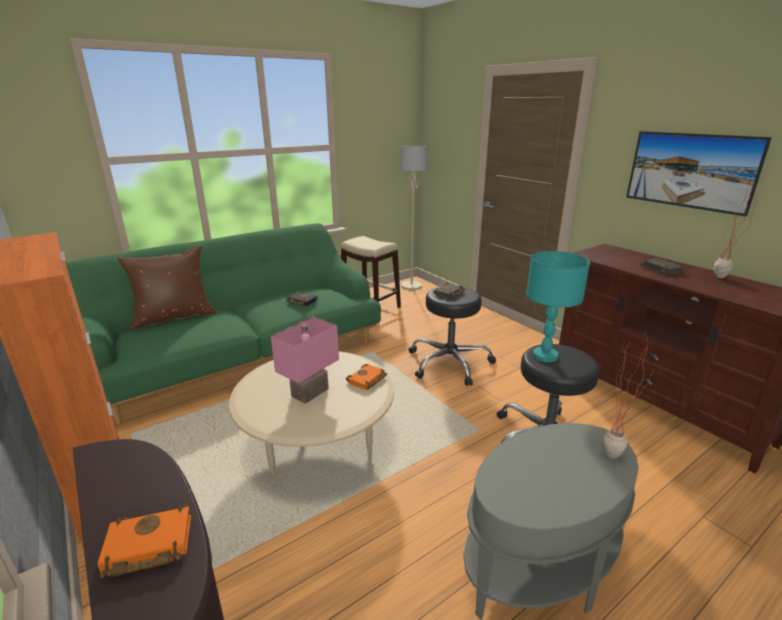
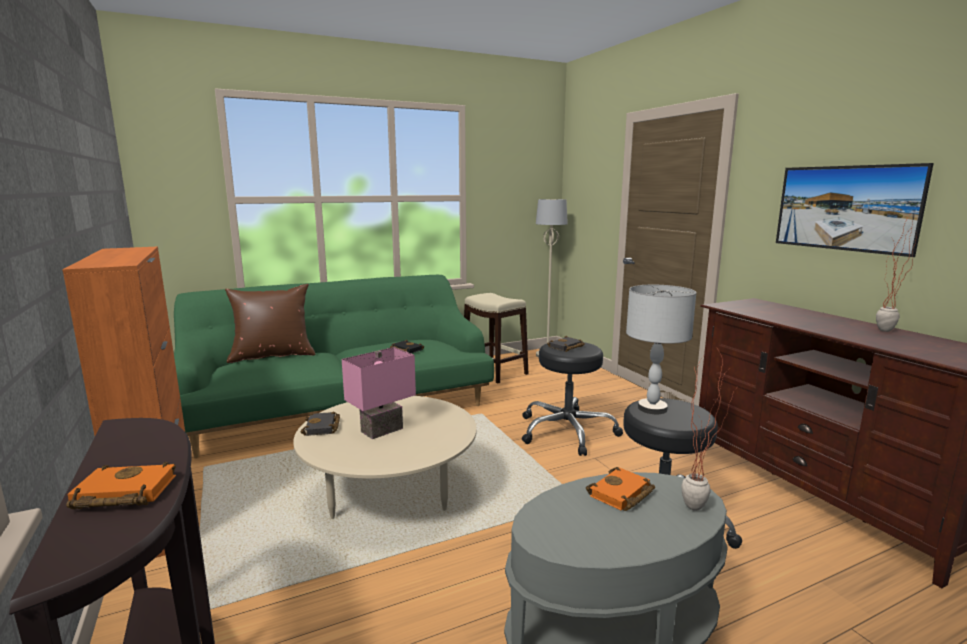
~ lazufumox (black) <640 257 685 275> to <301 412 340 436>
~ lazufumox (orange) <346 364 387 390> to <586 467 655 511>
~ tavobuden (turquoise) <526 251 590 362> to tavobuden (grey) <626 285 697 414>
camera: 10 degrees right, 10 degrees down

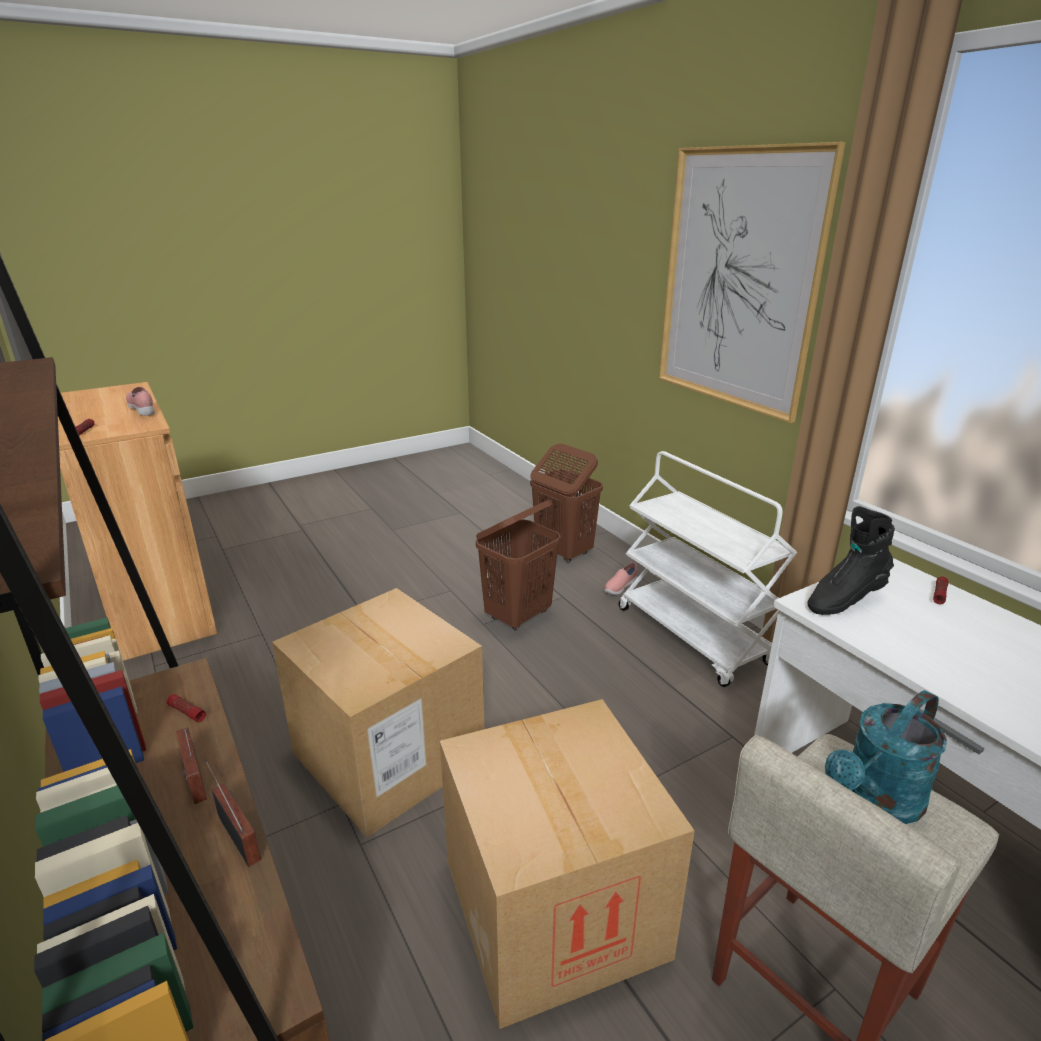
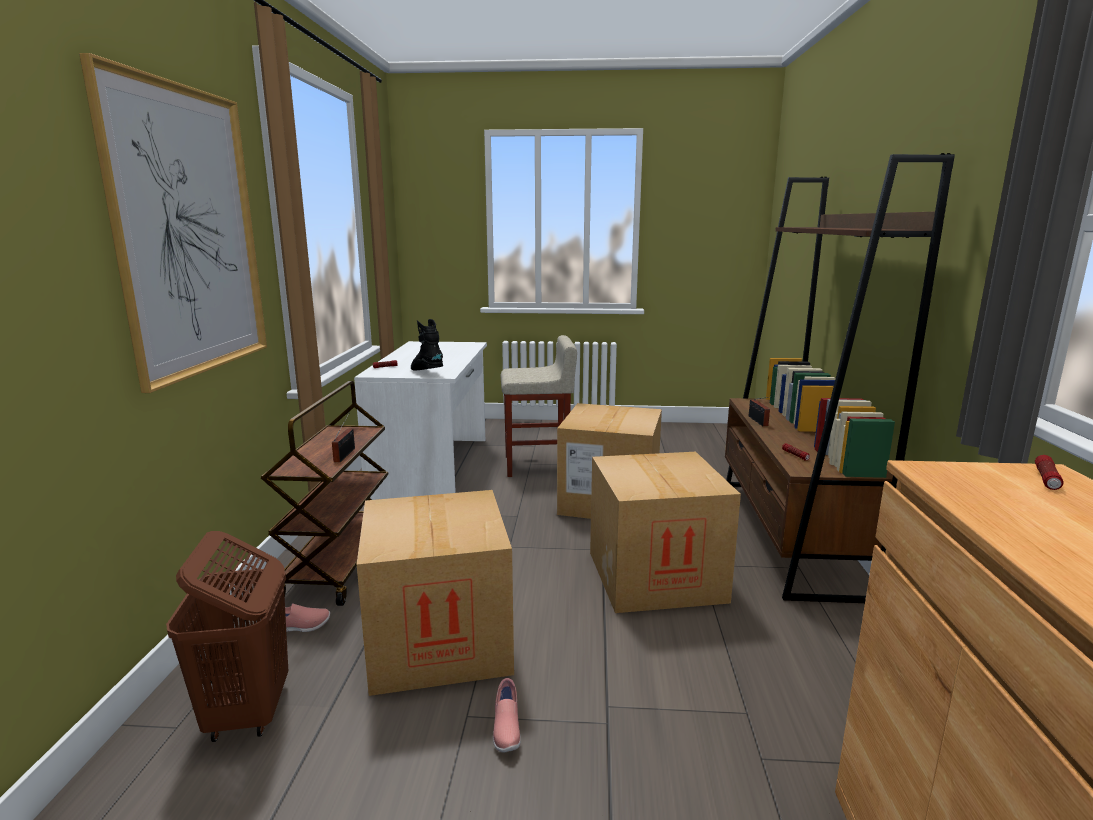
~ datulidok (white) <619 451 797 687> to datulidok (brown) <261 381 389 606>
~ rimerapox <176 727 207 804> to <332 413 355 462>
~ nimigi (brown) <476 500 561 631> to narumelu <357 490 514 696>
~ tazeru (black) <807 506 895 615> = <411 319 443 371> 135 degrees counterclockwise
~ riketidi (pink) <126 387 155 416> to <493 678 521 753>
- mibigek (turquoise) <825 690 947 824>
camera: 145 degrees left, 10 degrees down

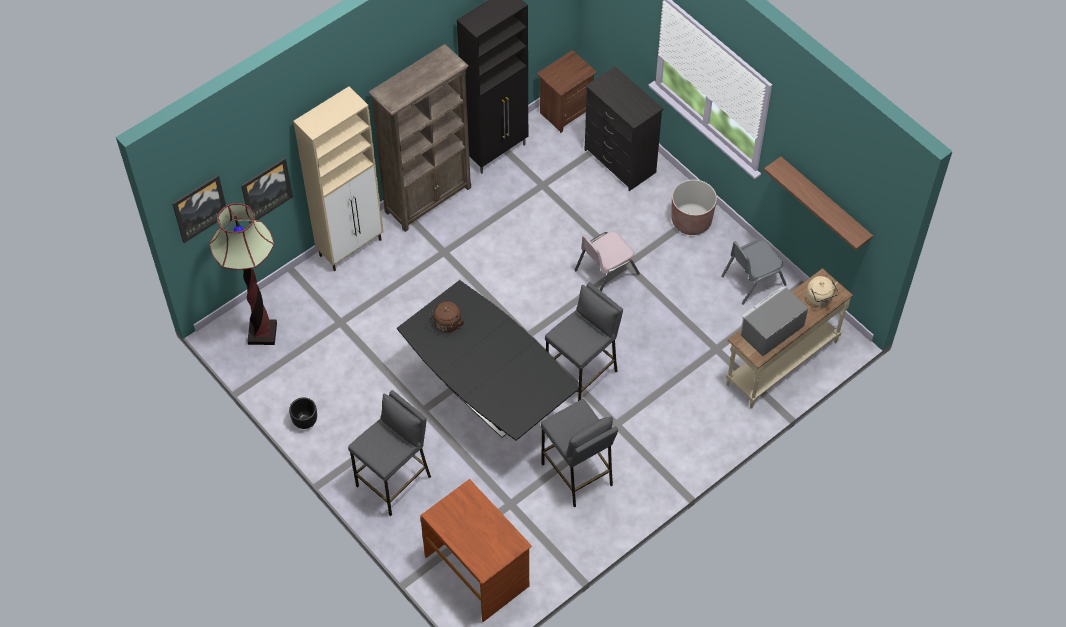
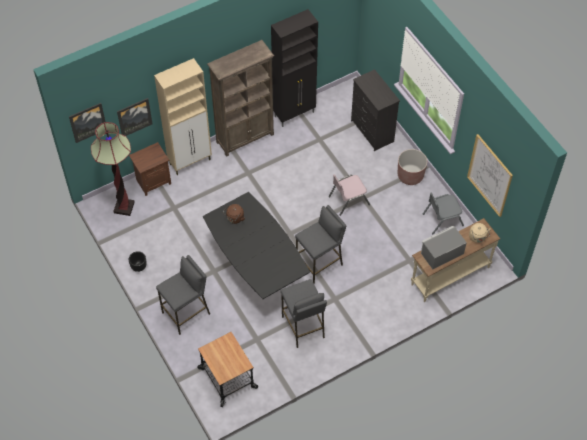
~ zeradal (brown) <537 50 597 133> to <129 142 171 196>
~ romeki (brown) <420 479 532 622> to datulidok <197 332 258 407>
~ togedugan <764 156 873 250> to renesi <467 134 513 217>
camera: 10 degrees right, 0 degrees up

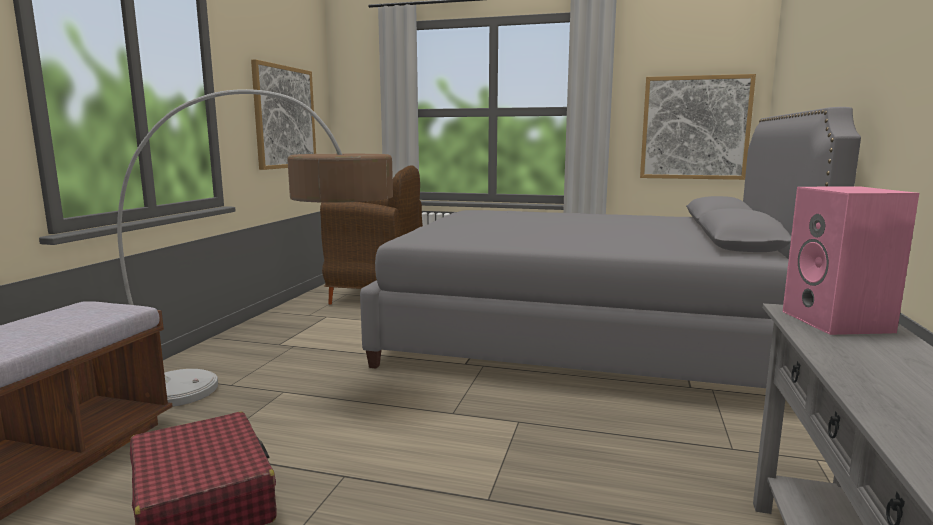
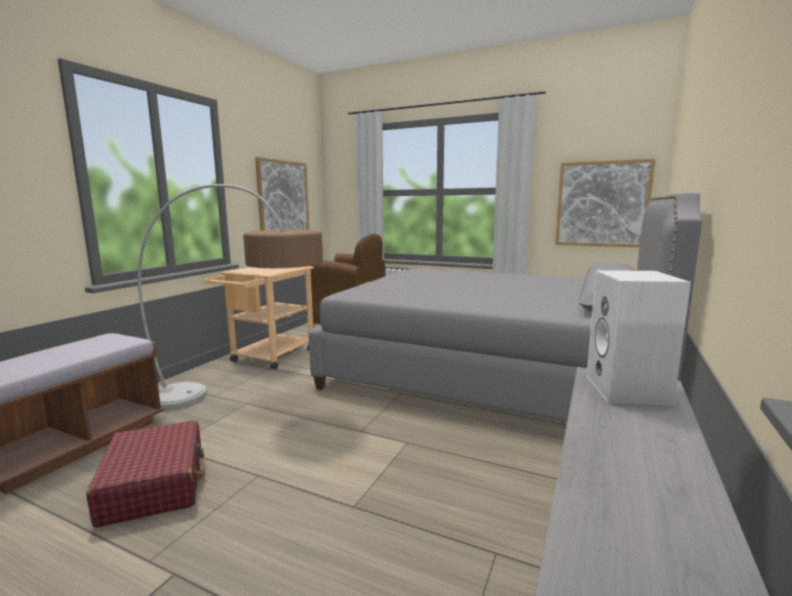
+ datulidok (beige) <205 266 314 369>
~ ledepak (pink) <782 186 919 335> to ledepak (white) <586 270 691 406>
camera: 10 degrees right, 0 degrees up

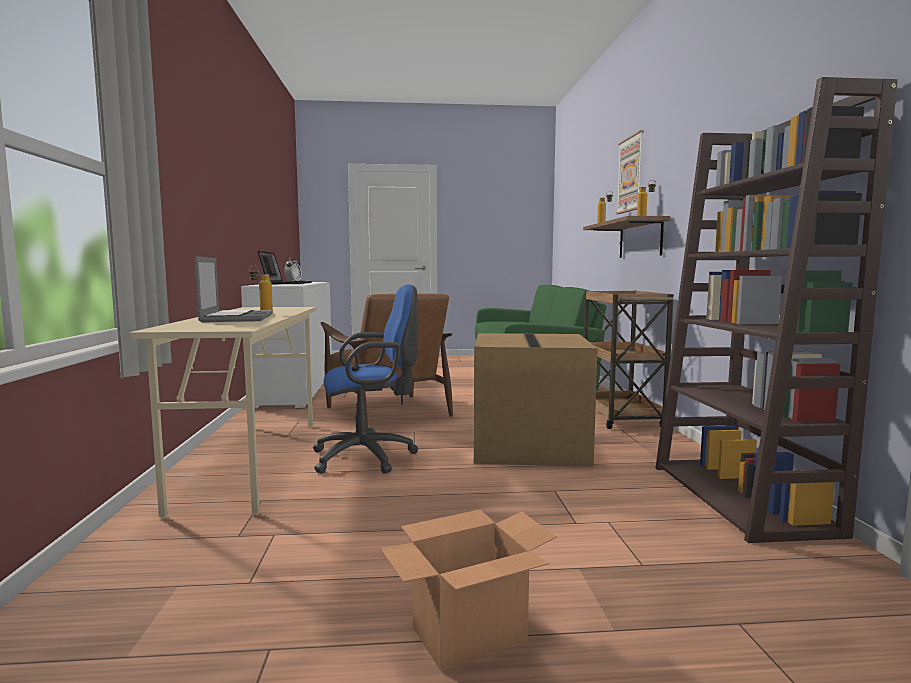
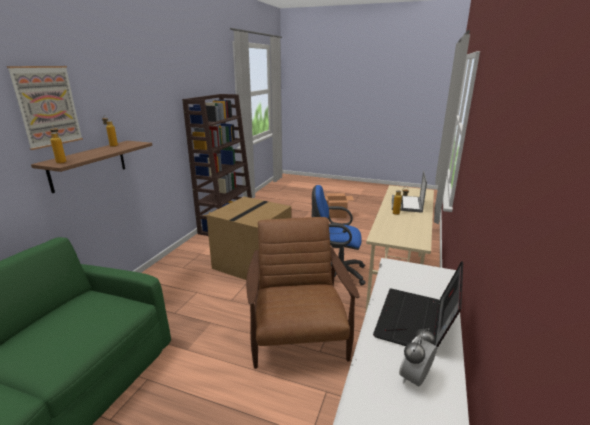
- datulidok (brown) <584 291 674 429>
camera: 155 degrees left, 15 degrees up

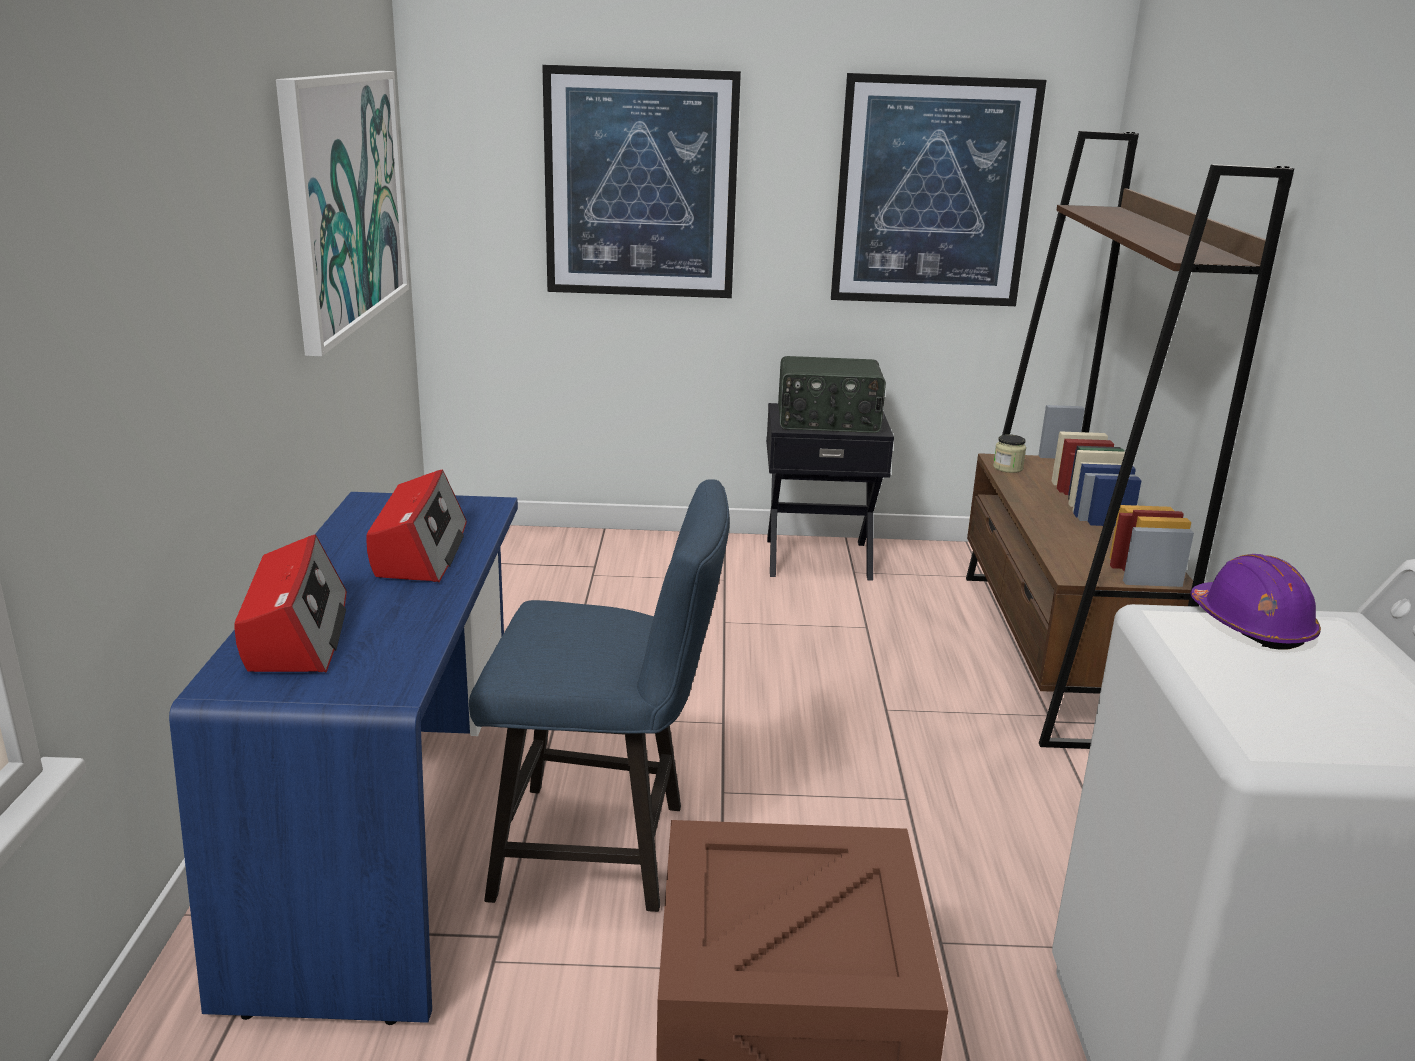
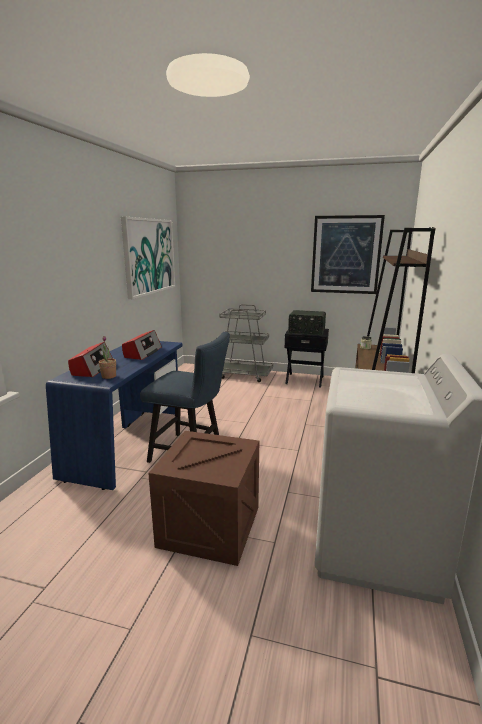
+ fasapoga <99 336 116 379>
+ datulidok (grey) <216 304 273 382>
- renesi <542 65 741 298>
- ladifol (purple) <1191 554 1321 649>
camera: 15 degrees right, 5 degrees down

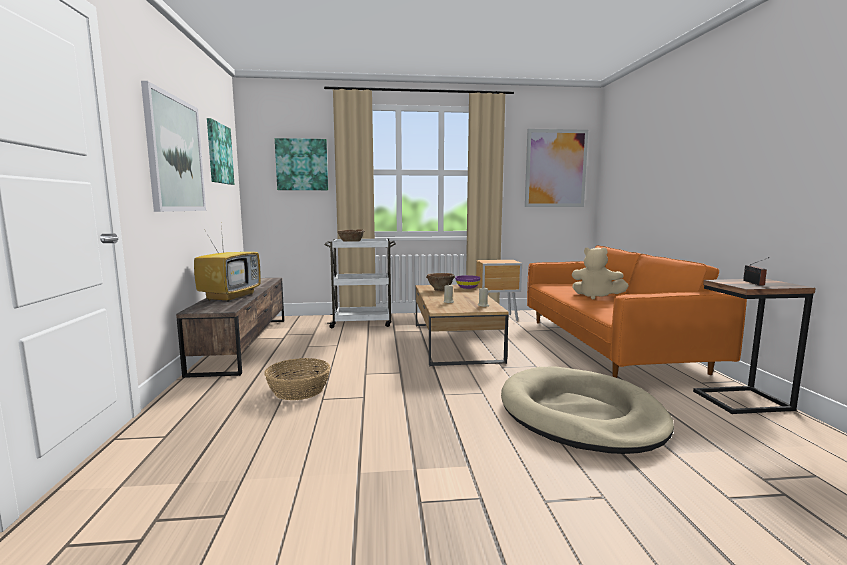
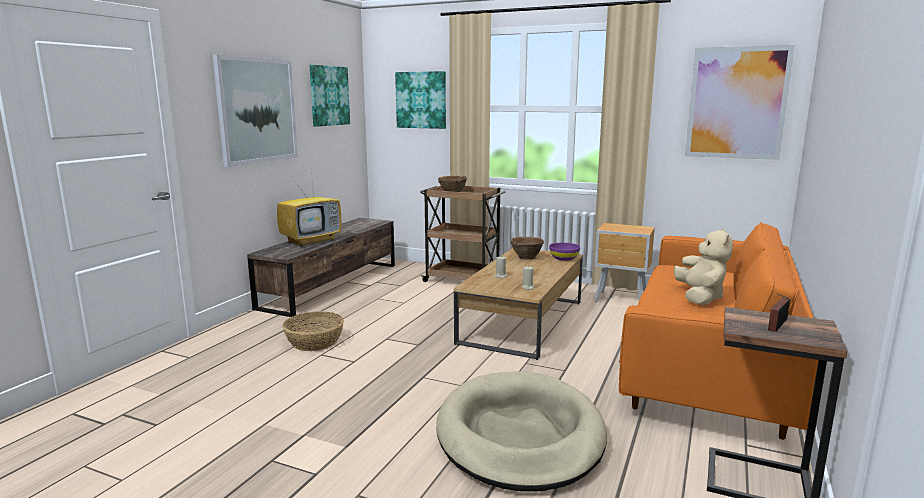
~ datulidok (white) <324 239 396 328> to datulidok (brown) <420 186 505 282>
~ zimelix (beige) <572 247 629 299> = <674 228 733 305> 150 degrees counterclockwise
camera: 30 degrees right, 5 degrees up

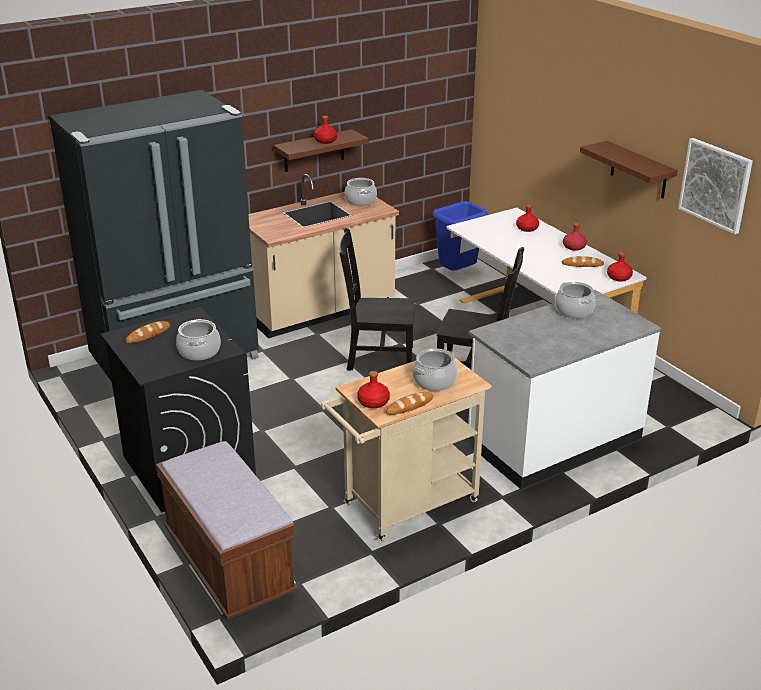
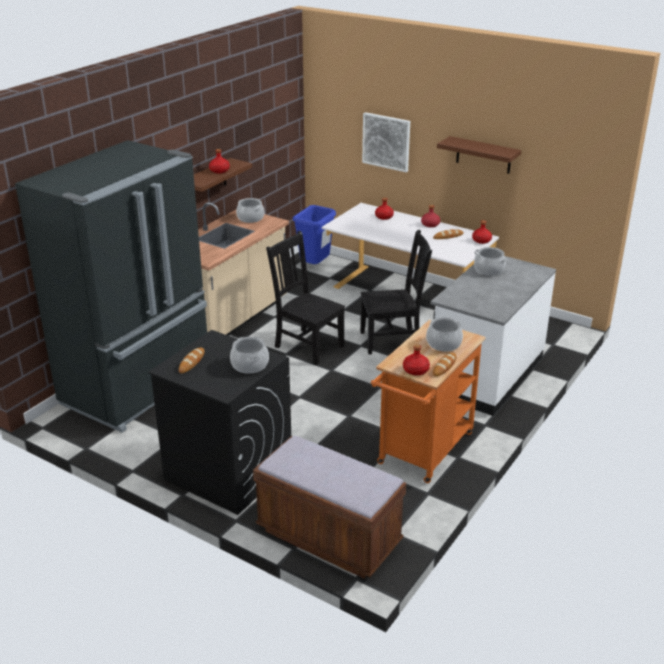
~ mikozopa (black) <339 228 414 371> = <266 231 345 365> 60 degrees clockwise
~ renesi <678 138 753 234> to <362 112 410 172>
~ datulidok (beige) <321 357 492 541> to datulidok (orange) <371 320 486 483>
camera: 25 degrees left, 0 degrees up

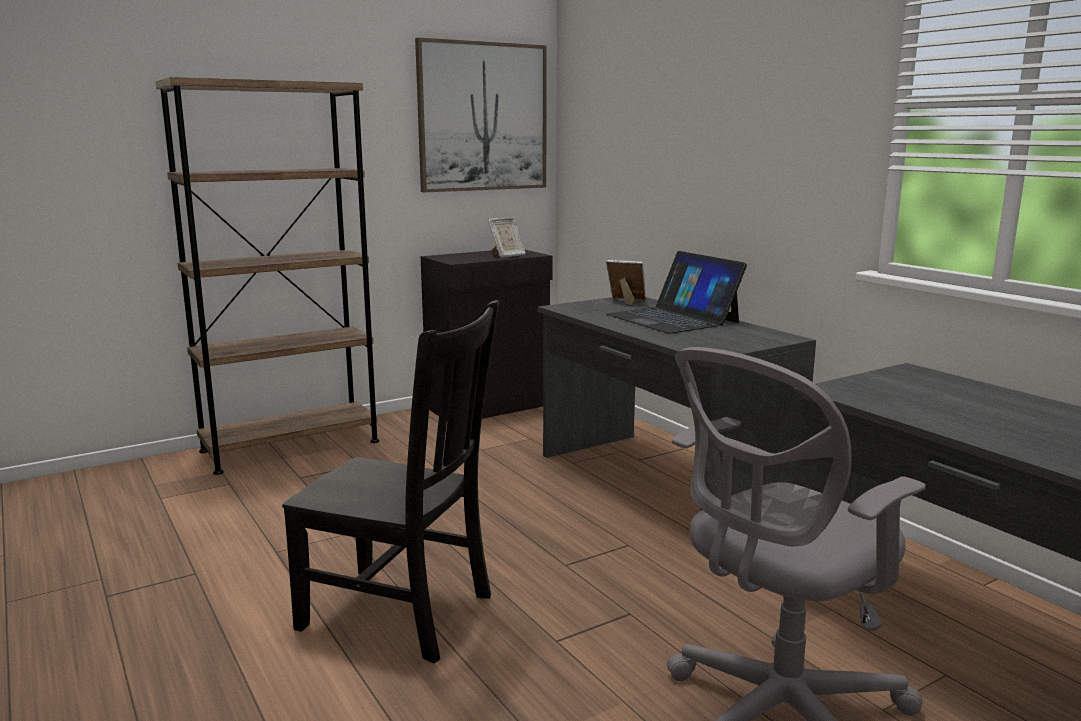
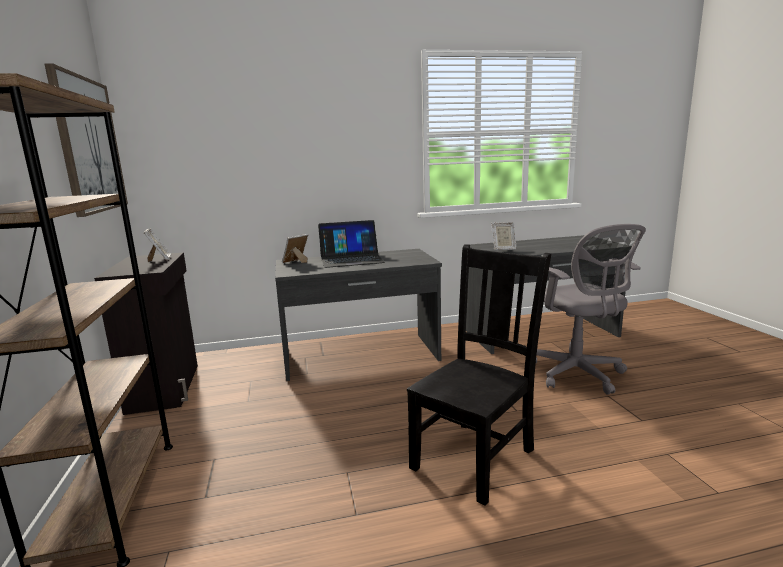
+ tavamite <491 222 516 251>
camera: 70 degrees left, 0 degrees up

